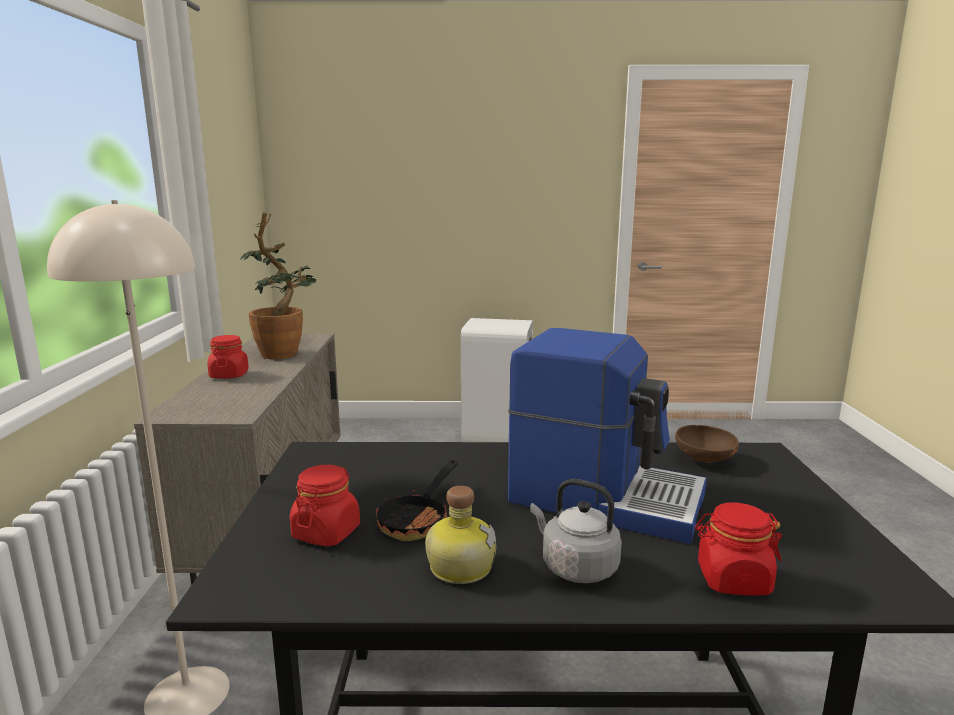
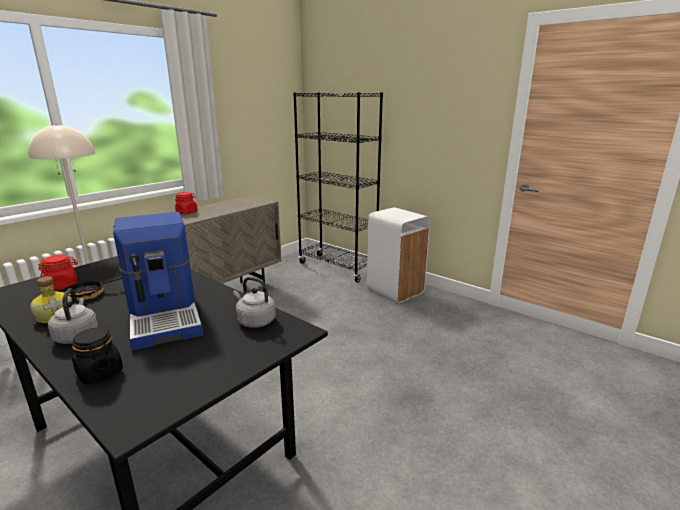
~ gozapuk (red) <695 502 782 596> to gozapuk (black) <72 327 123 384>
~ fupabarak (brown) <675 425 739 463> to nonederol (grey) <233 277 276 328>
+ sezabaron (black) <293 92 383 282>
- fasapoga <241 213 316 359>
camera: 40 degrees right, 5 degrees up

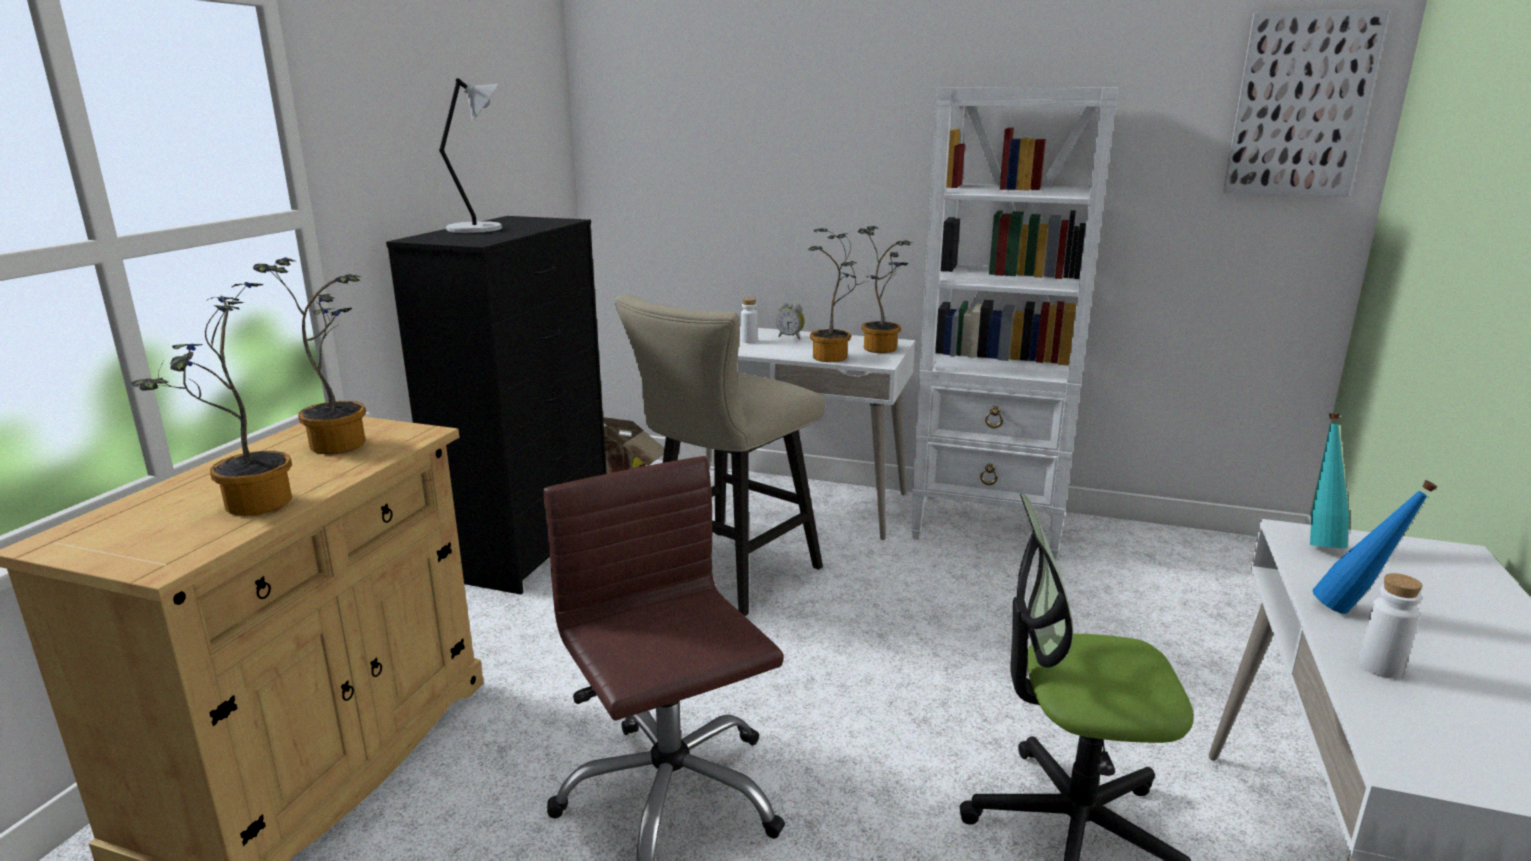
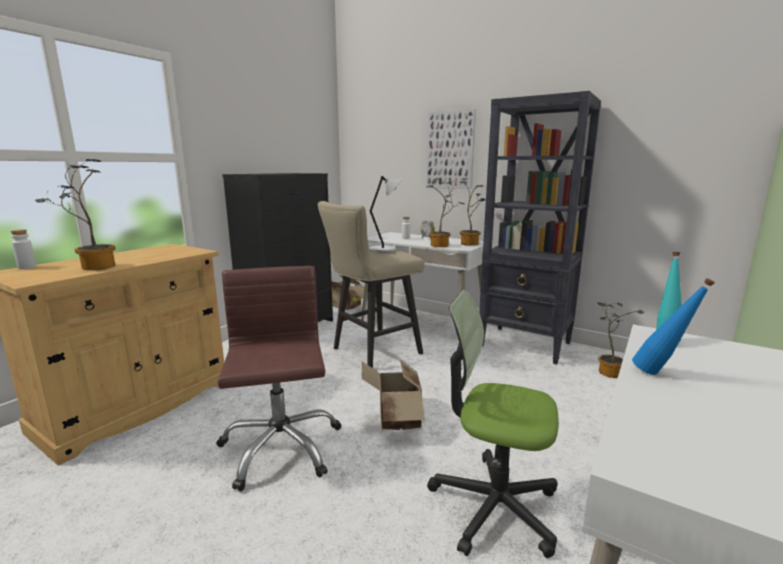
~ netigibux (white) <1358 573 1423 678> to <11 229 37 269>
+ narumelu <362 360 425 430>
~ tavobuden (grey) <439 78 502 233> to <369 176 401 253>
~ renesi <1223 9 1389 197> to <427 109 476 189>
~ sezabaron (white) <911 88 1118 559> to sezabaron (black) <479 91 601 365>
~ fasapoga <253 257 366 454> to <597 302 645 378>
camera: 15 degrees right, 5 degrees down

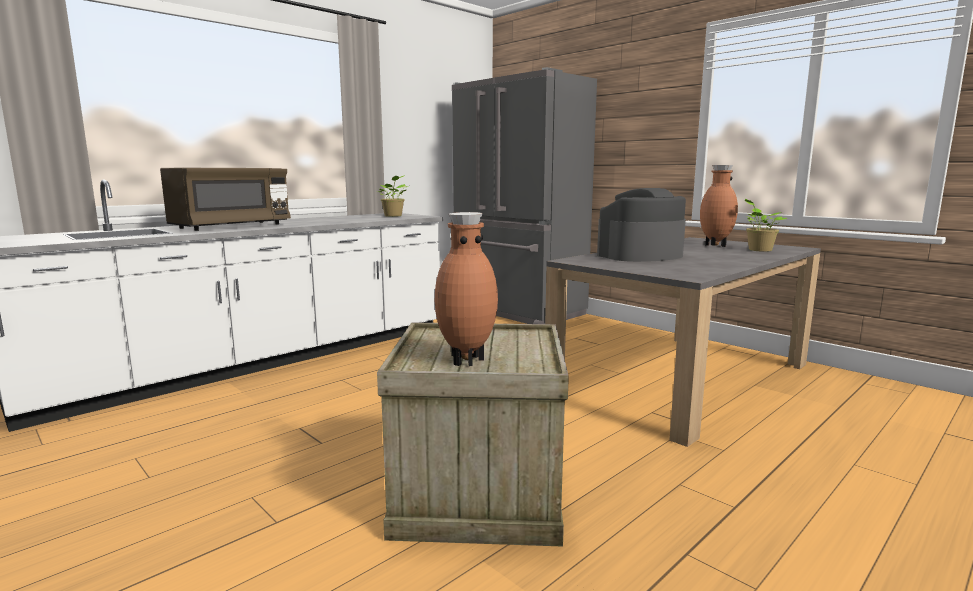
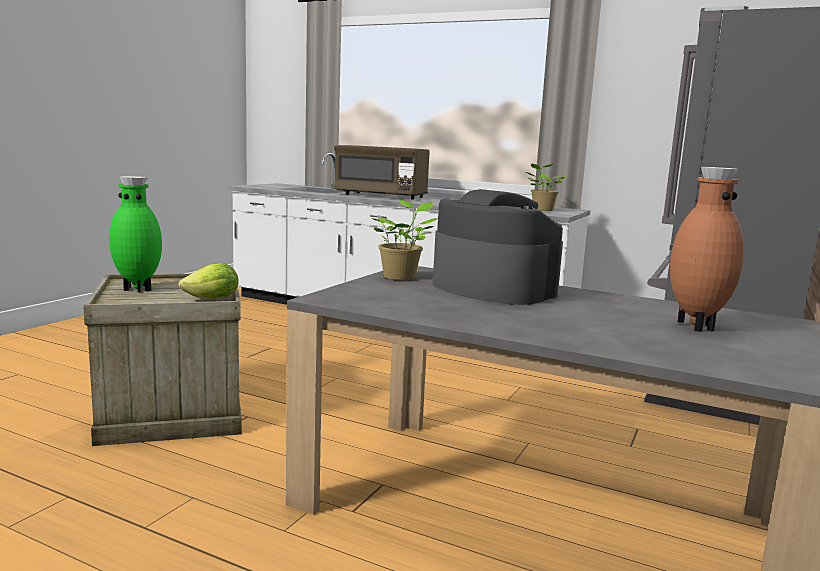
~ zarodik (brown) <435 212 498 366> to zarodik (green) <109 176 162 293>
+ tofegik <178 263 239 299>
~ fasapoga <745 199 787 252> to <372 200 438 280>
camera: 70 degrees right, 0 degrees up

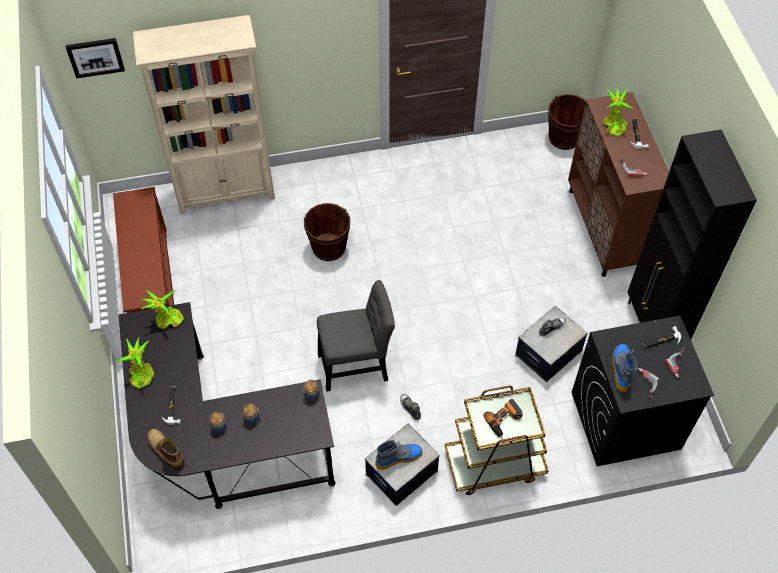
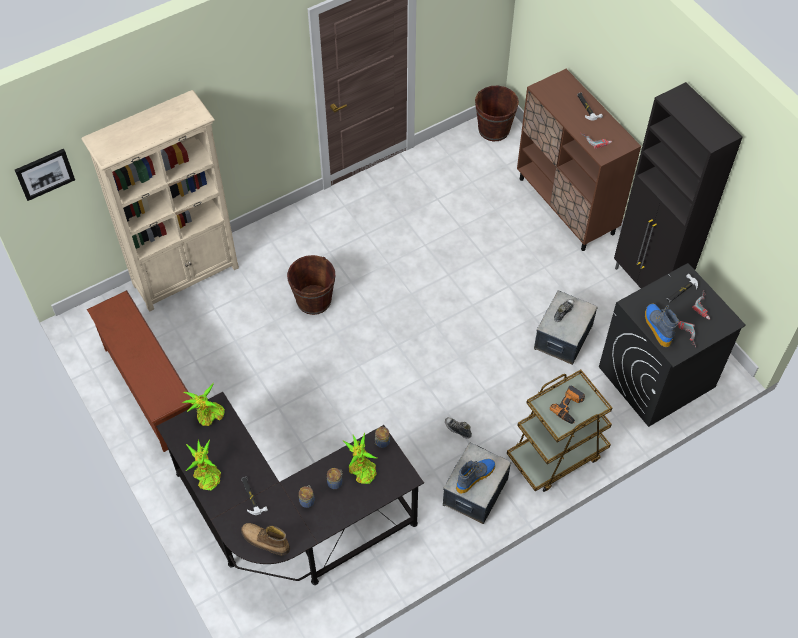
~ fasapoga <602 88 634 136> to <342 433 377 484>
- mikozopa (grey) <317 280 395 392>
camera: 20 degrees left, 0 degrees up

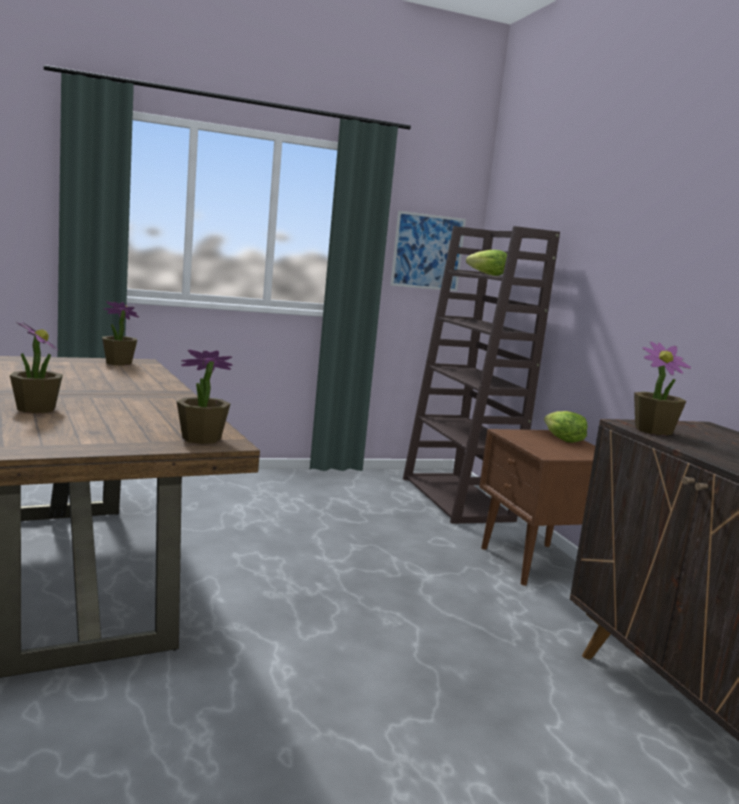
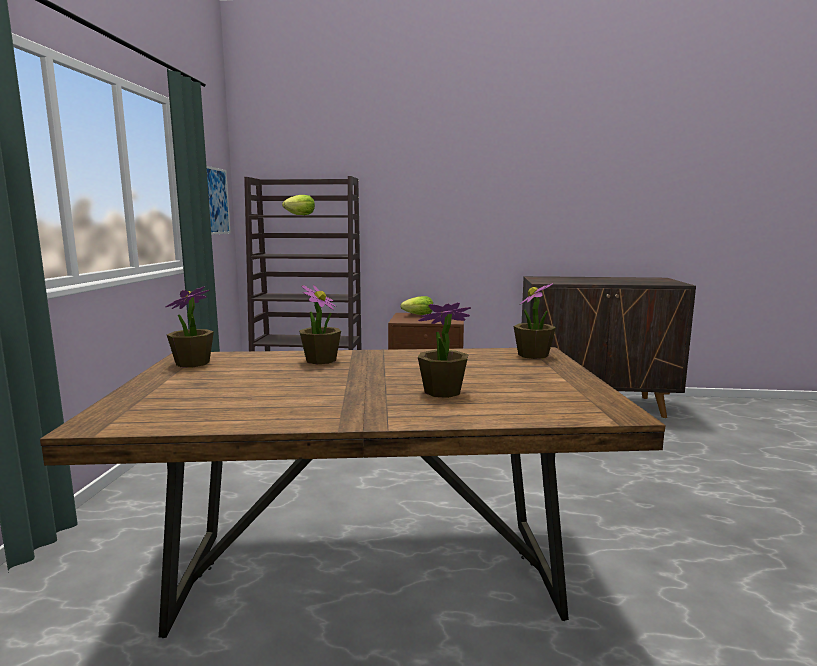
~ fasapoga <634 342 691 436> to <299 285 341 364>
camera: 65 degrees left, 0 degrees up

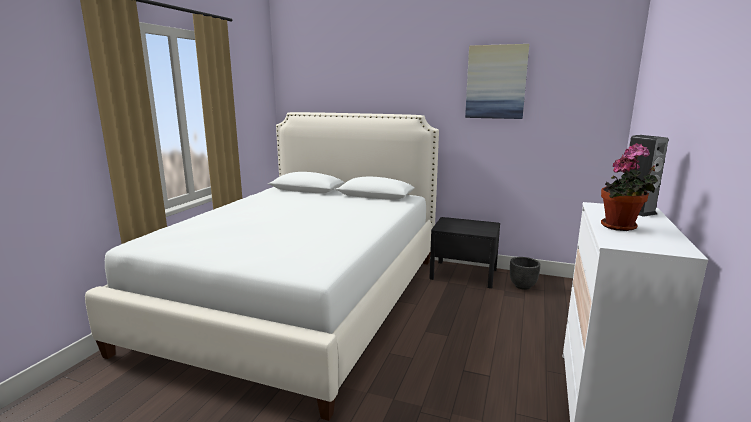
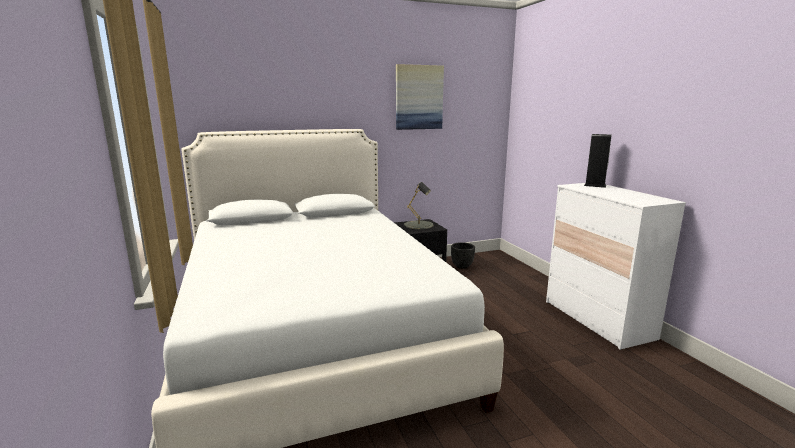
+ tavobuden (grey) <405 182 434 229>
- fasapoga <601 143 658 231>
camera: 40 degrees left, 0 degrees up

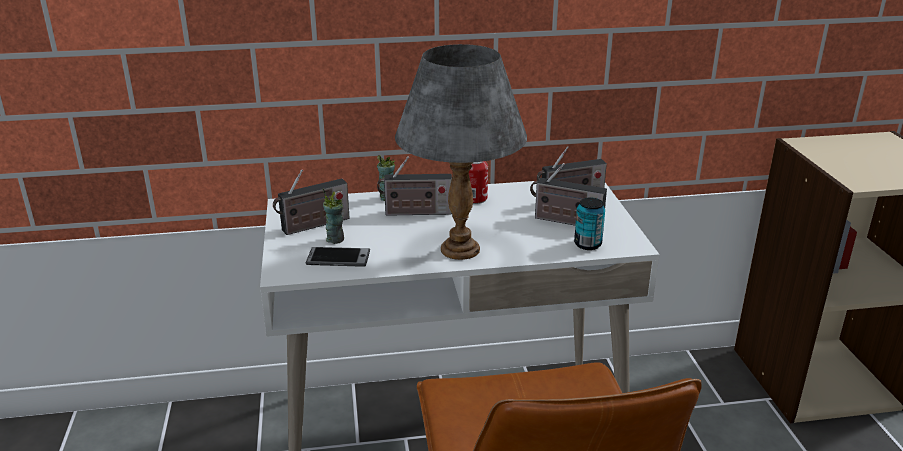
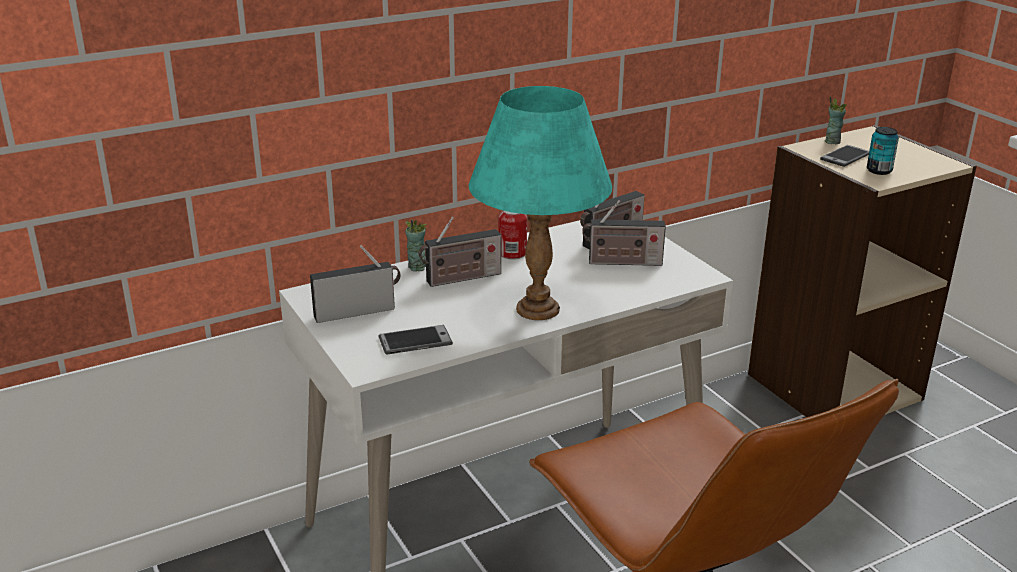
~ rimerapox <273 169 350 235> = <310 245 401 323> 150 degrees counterclockwise
~ tavobuden (grey) <395 44 527 260> to tavobuden (turquoise) <469 86 612 320>
+ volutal <820 145 869 167>
~ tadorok <323 188 344 244> to <825 96 847 144>
~ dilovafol <574 198 605 250> to <867 127 899 175>
camera: 20 degrees left, 0 degrees up

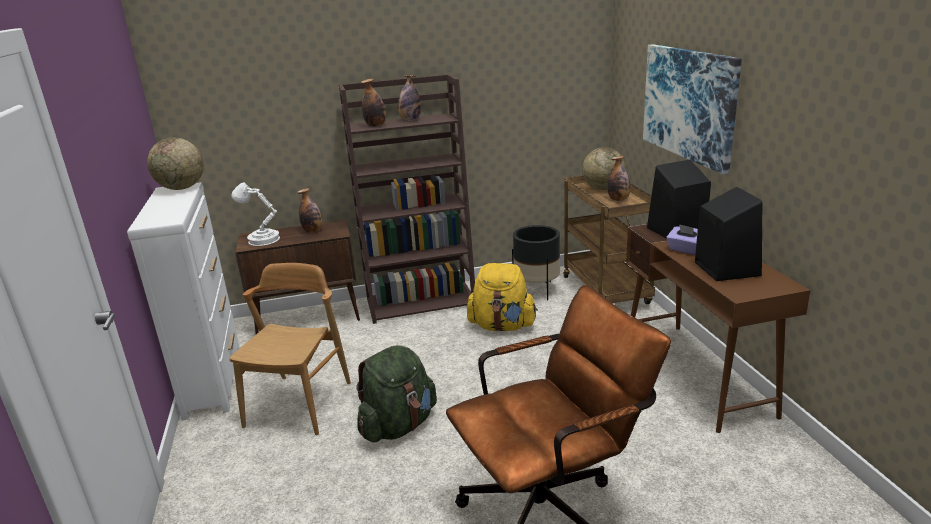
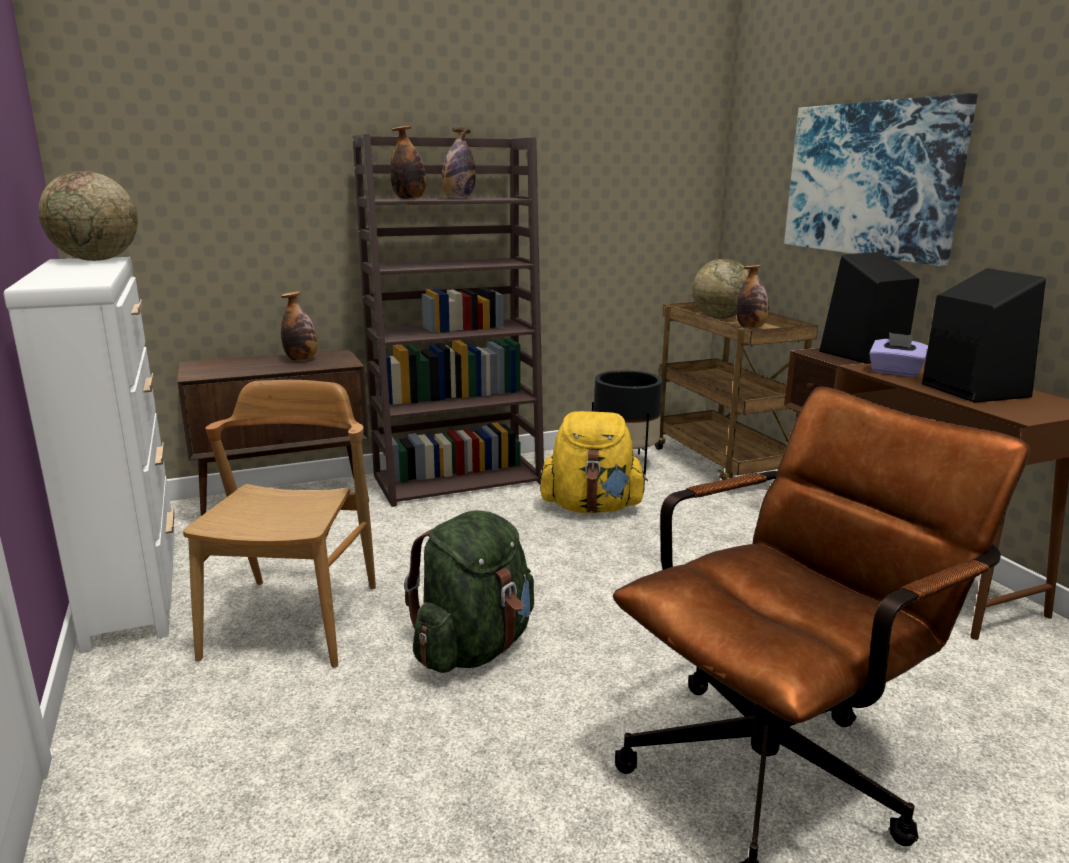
- tavobuden (white) <231 183 280 246>
camera: 10 degrees left, 5 degrees down

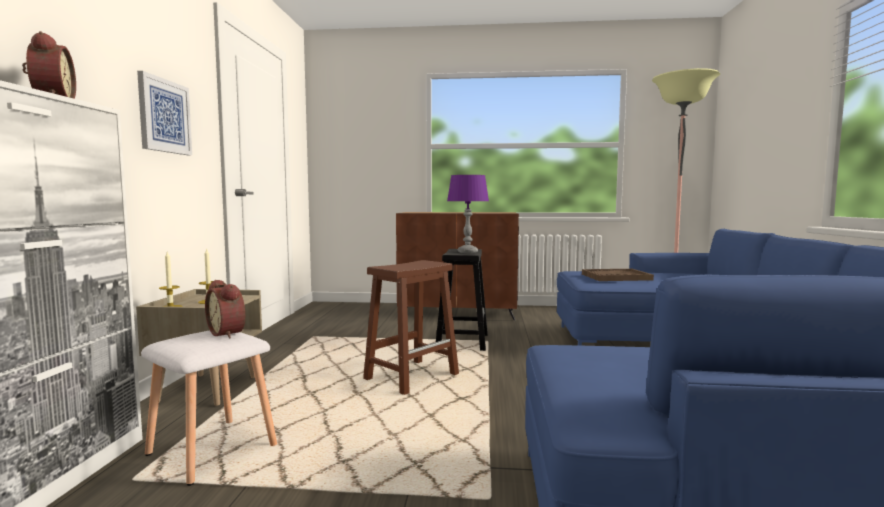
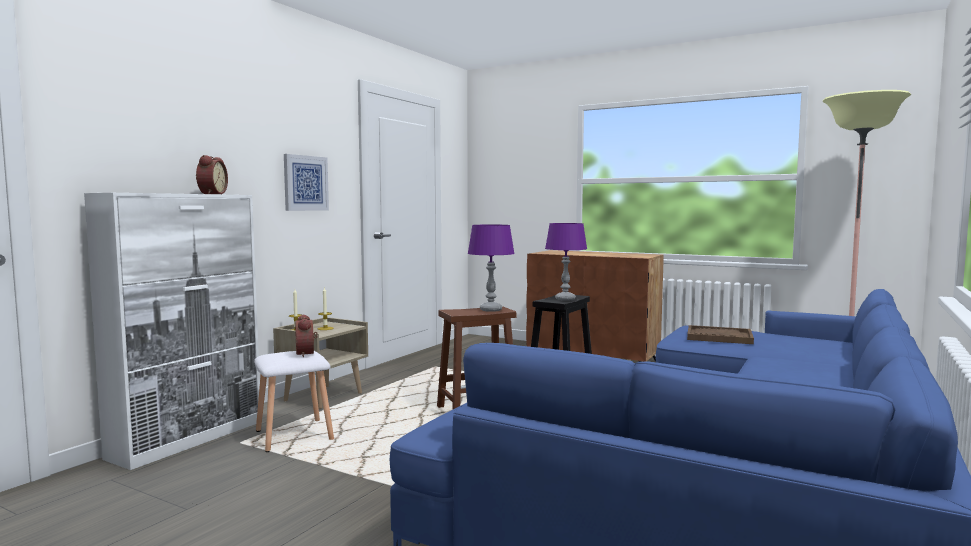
+ tavobuden (purple) <468 225 515 312>
camera: 25 degrees right, 0 degrees up

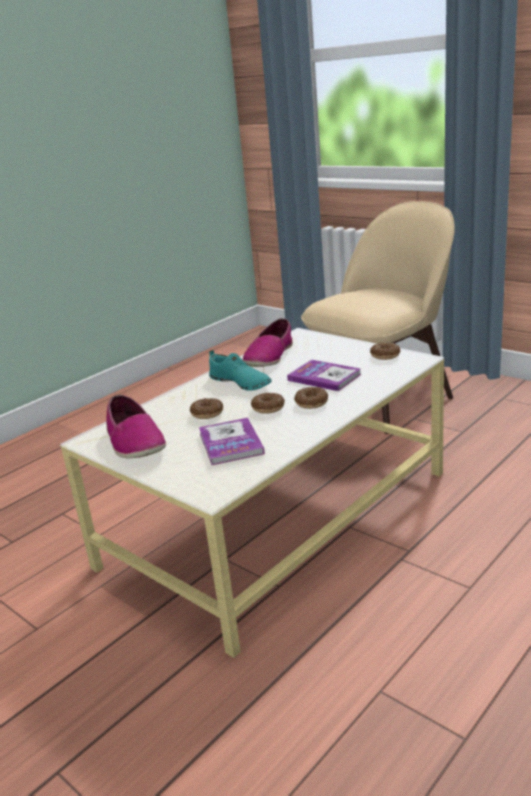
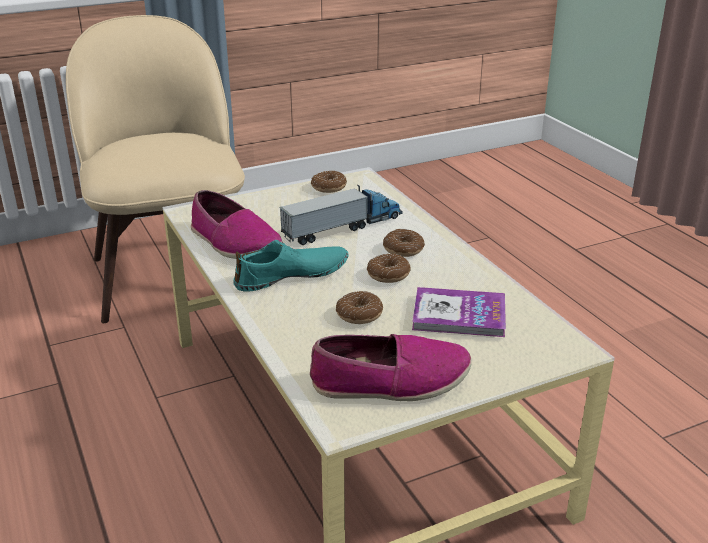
~ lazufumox <287 359 362 391> to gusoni <279 185 403 245>
camera: 70 degrees left, 5 degrees up

